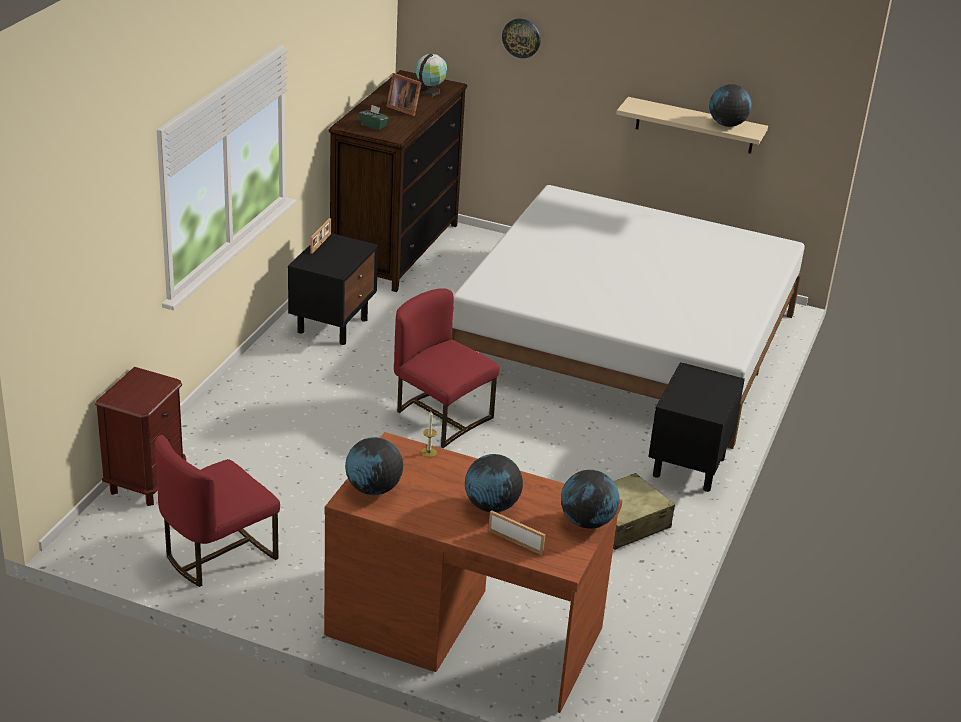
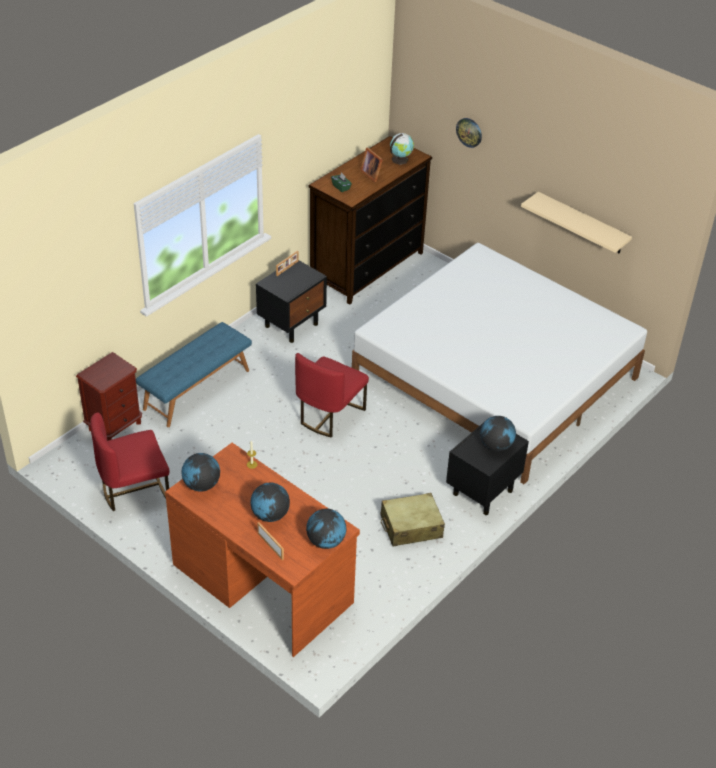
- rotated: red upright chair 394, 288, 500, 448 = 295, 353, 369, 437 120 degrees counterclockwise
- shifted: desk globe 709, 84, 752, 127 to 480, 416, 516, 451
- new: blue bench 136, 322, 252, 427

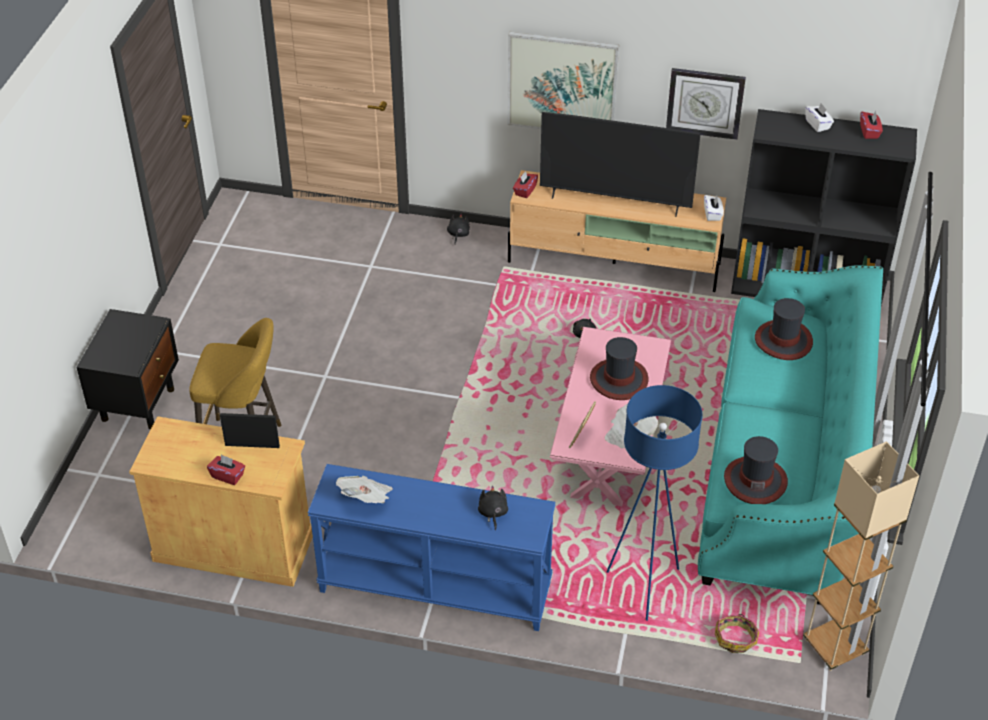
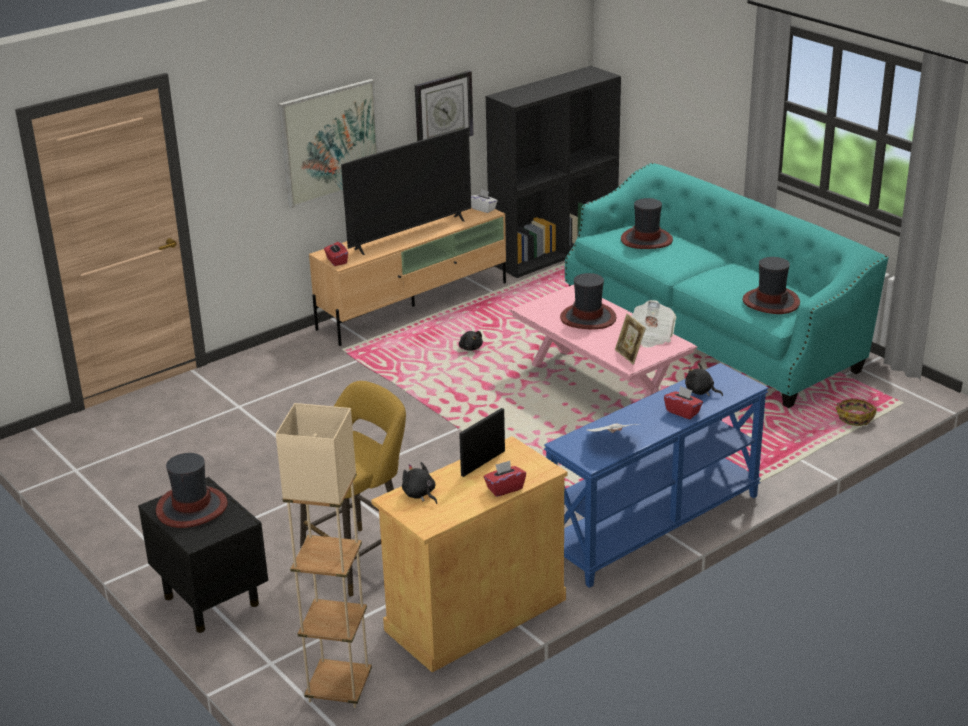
- shifted: black-coloured plush toy 447, 214, 470, 244 to 402, 462, 437, 504
- gone: blue standing lamp 606, 385, 703, 621
- shifted: sand-coloured standing lamp 803, 441, 919, 671 to 276, 403, 372, 708
- gone: white-coloured box of tissues 805, 103, 834, 132
- shifted: red box of tissues 860, 111, 883, 139 to 664, 386, 703, 419
- new: hat 156, 453, 228, 528

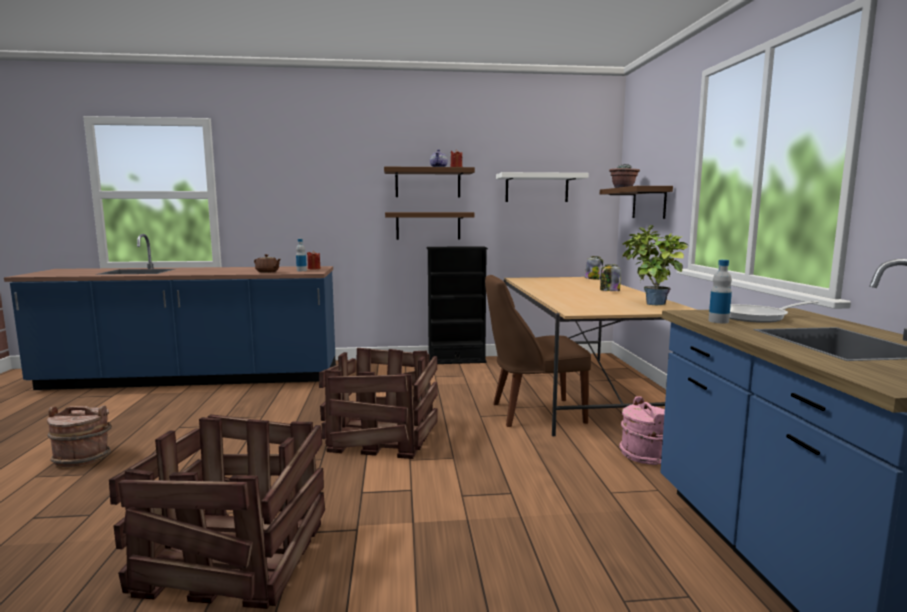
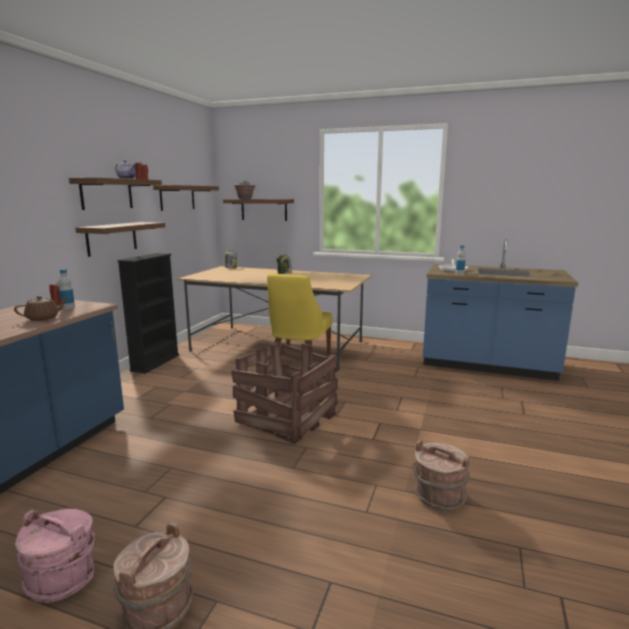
- swapped: shipping crate 109, 414, 325, 609 to brown-coloured bucket 412, 439, 470, 511
- repainted: brown-coloured upright chair 485, 275, 591, 427 to yellow-coloured upright chair 267, 274, 333, 356
- repainted: white-coloured shelf 496, 172, 589, 202 to brown-coloured shelf 153, 185, 219, 211
- shifted: pink bucket 619, 396, 665, 465 to 15, 509, 95, 603
- gone: potted plant 622, 225, 688, 305

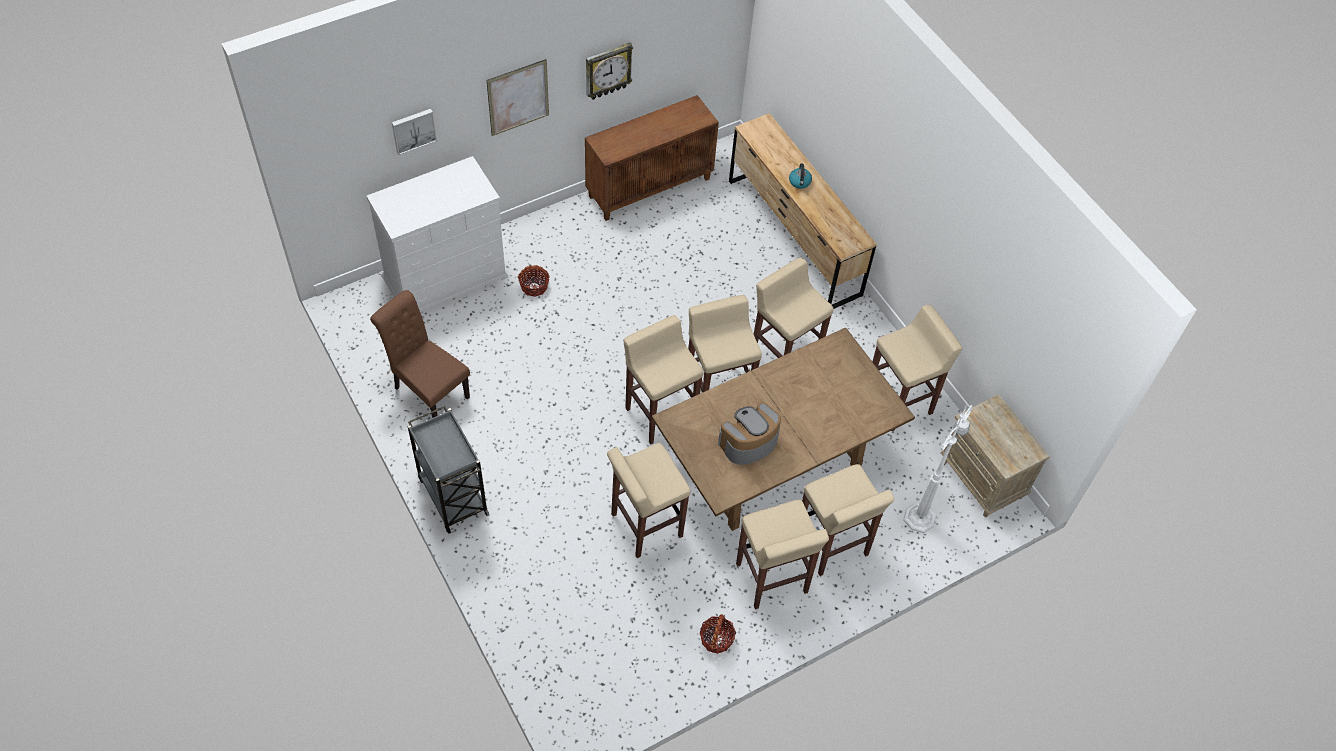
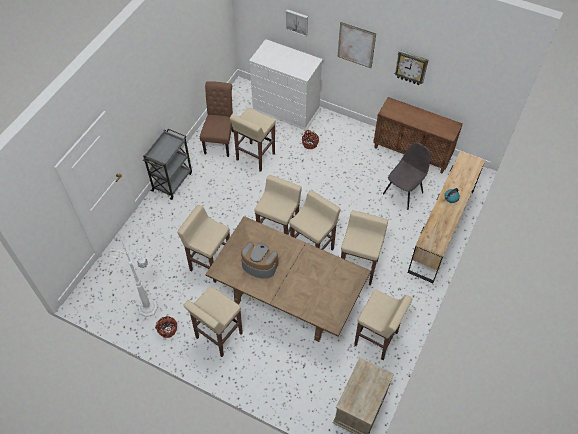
- shifted: sand-coloured stool seat 802, 464, 894, 576 to 230, 108, 276, 172
- shifted: white-coloured standing lamp 903, 404, 973, 533 to 108, 242, 158, 317
- new: greyish upright chair 383, 142, 431, 210

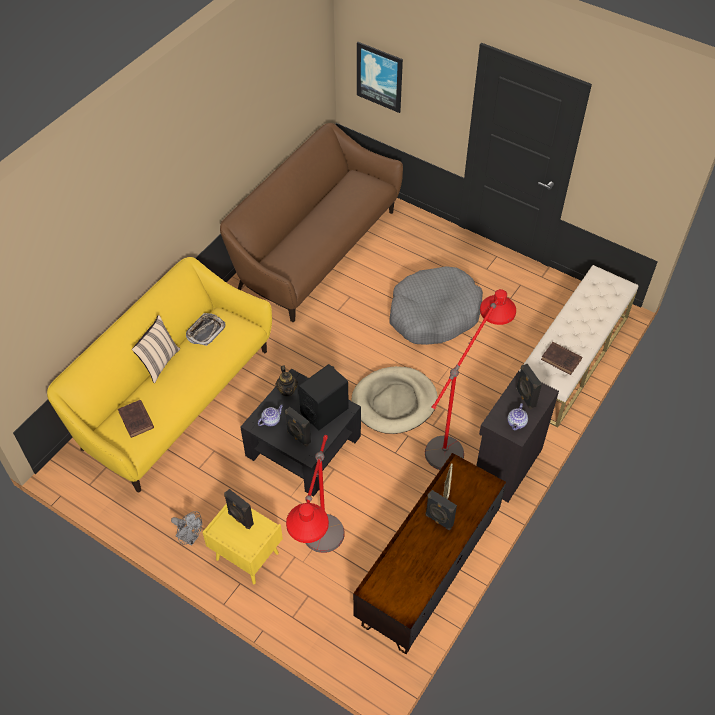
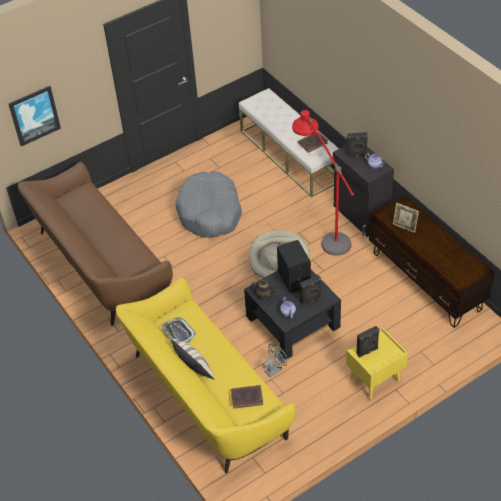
- shifted: greyish fan 171, 511, 202, 546 to 263, 344, 287, 377
- gone: red standing lamp 286, 435, 345, 553
- gone: black-coloured loudspeaker 425, 490, 457, 530

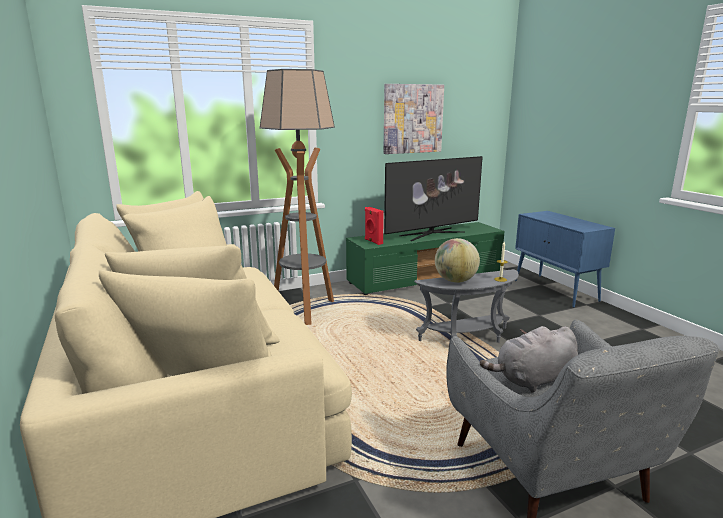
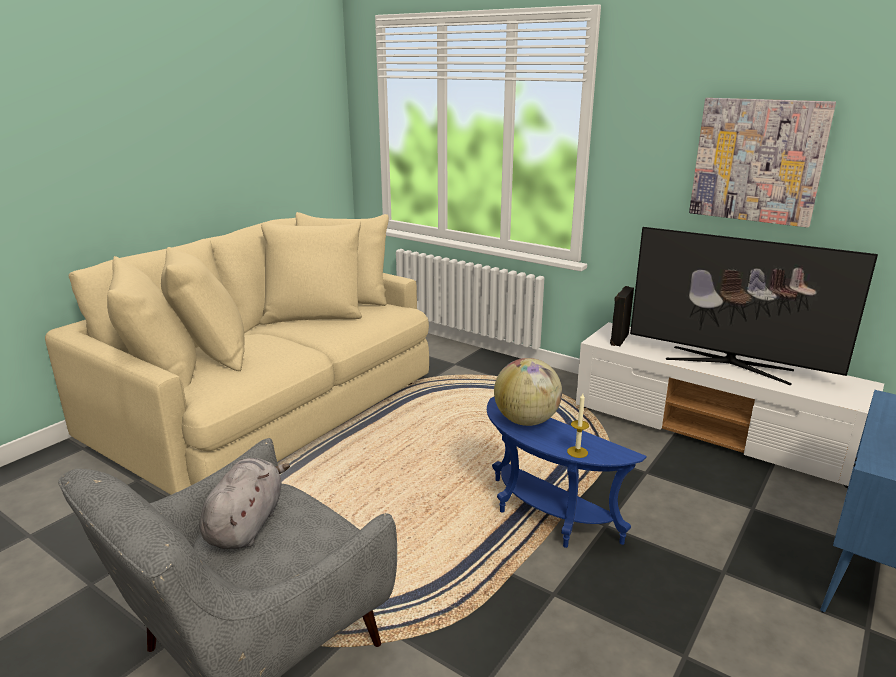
- gone: standing lamp 260, 69, 335, 325
- repainted: green tv stand 346, 222, 505, 295 to white-coloured tv stand 576, 322, 884, 488
- repainted: red loudspeaker 365, 207, 384, 245 to black-coloured loudspeaker 610, 286, 634, 346
- repainted: greyish end table 414, 269, 519, 343 to blue end table 487, 397, 647, 548
- rotated: greyish plush toy 480, 326, 578, 393 = 200, 458, 290, 549 60 degrees clockwise

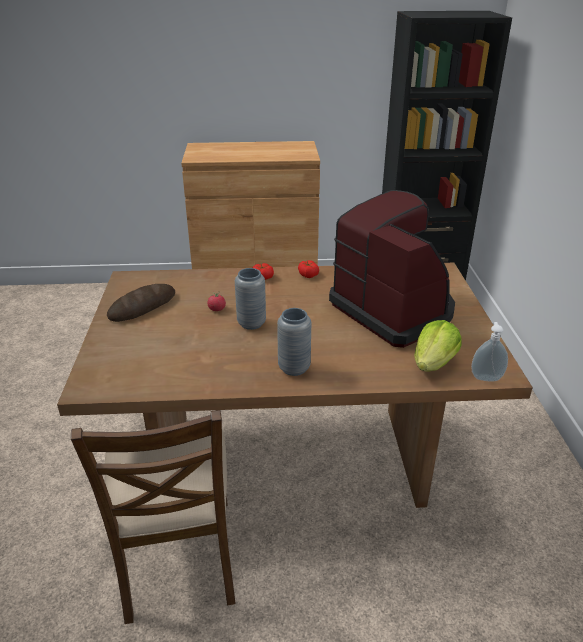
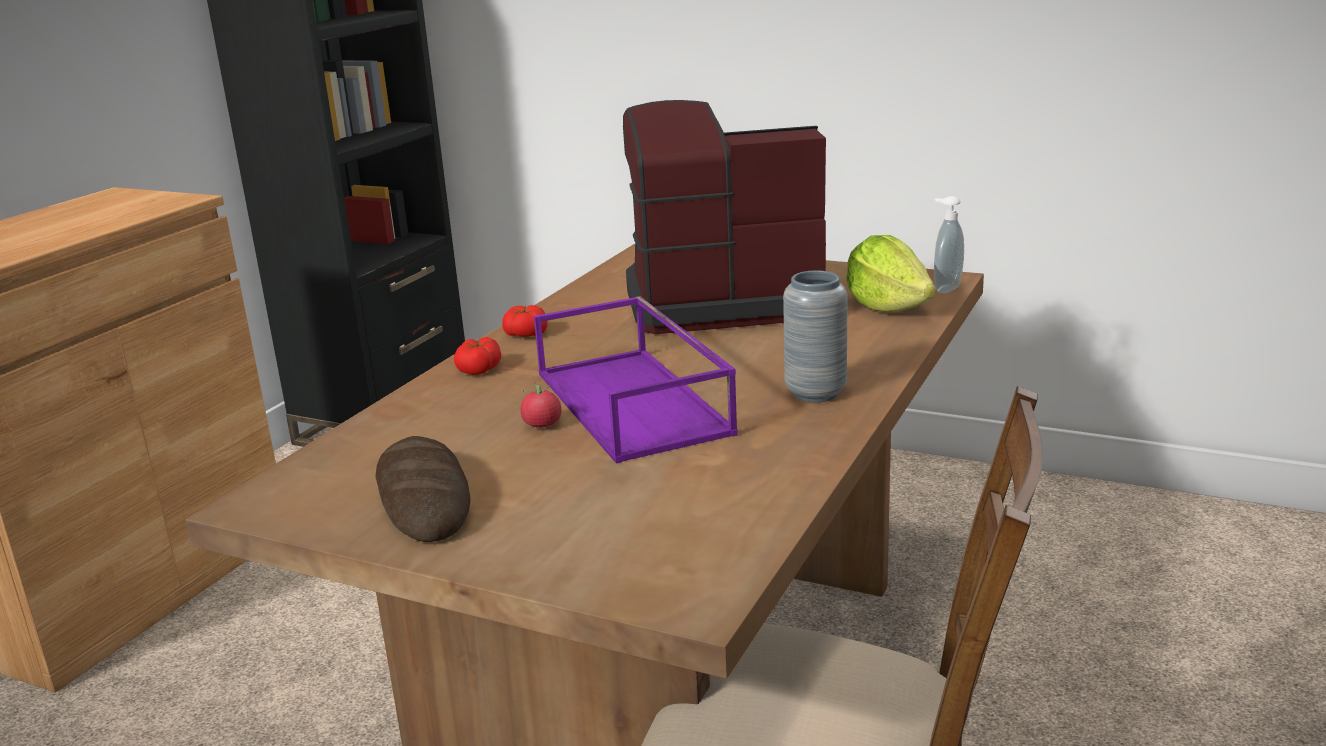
- swapped: greyish vase 235, 268, 266, 330 to purple-coloured serving tray 534, 296, 738, 463

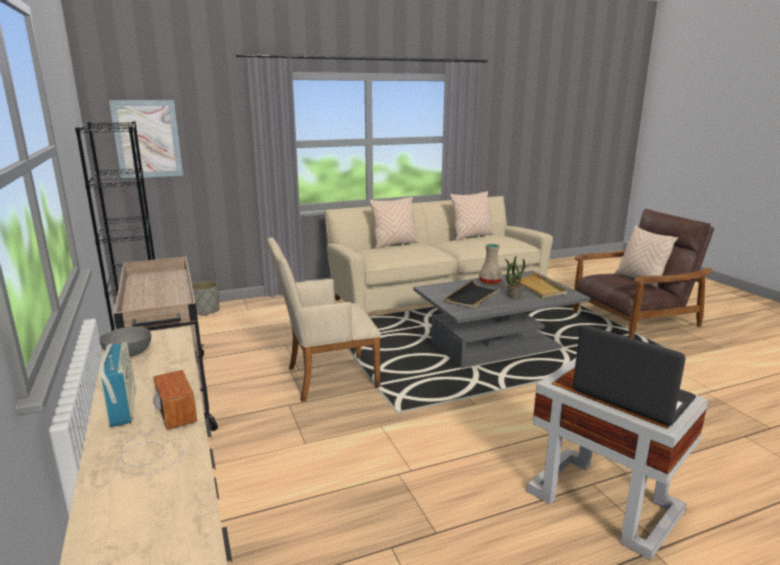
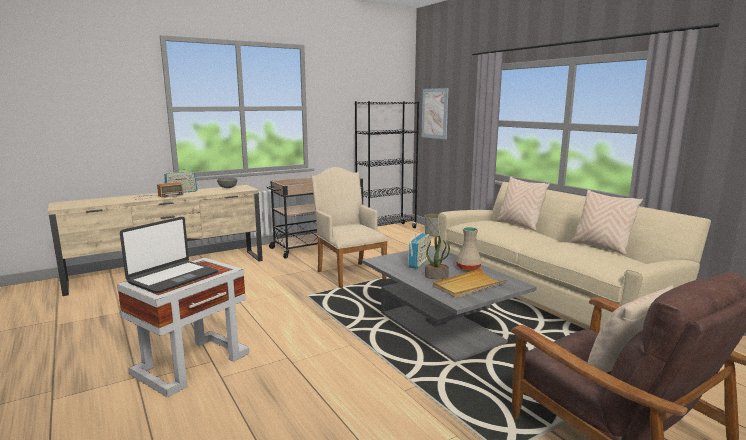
- swapped: black-coloured serving tray 445, 280, 502, 309 to radio receiver 408, 233, 430, 269

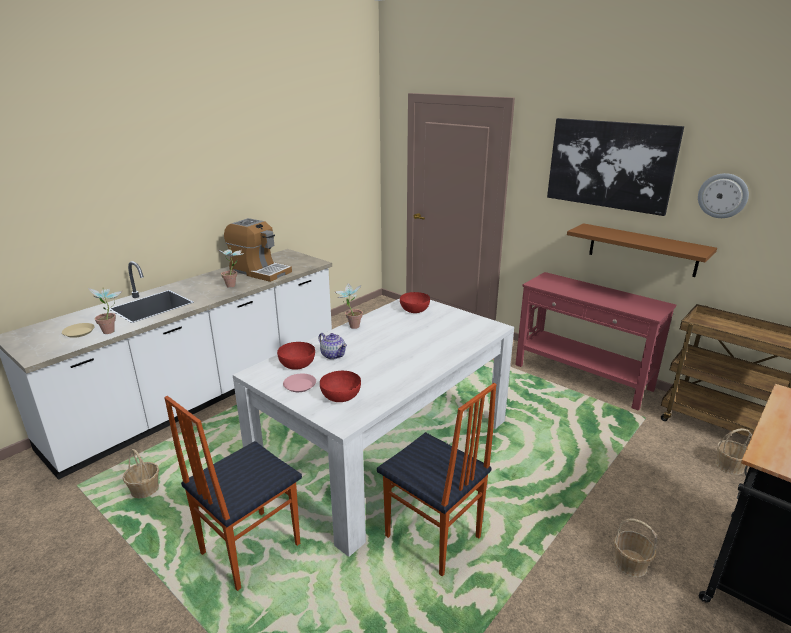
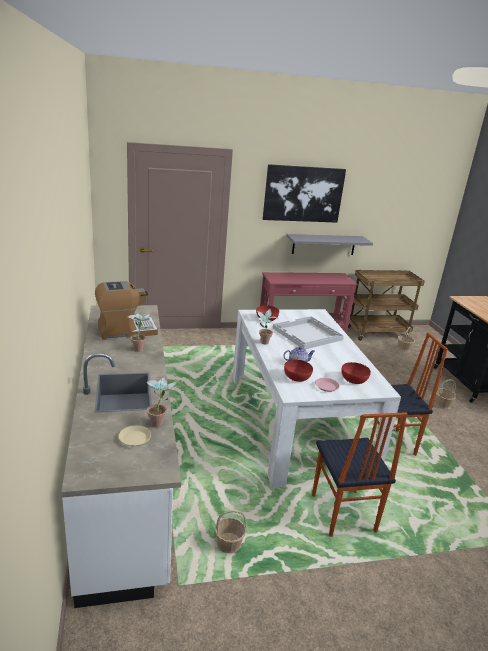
- repainted: brown-coloured shelf 567, 223, 717, 277 to greyish shelf 287, 234, 373, 255
- gone: clock on the wall 698, 173, 749, 218
- new: white-coloured serving tray 273, 316, 344, 349

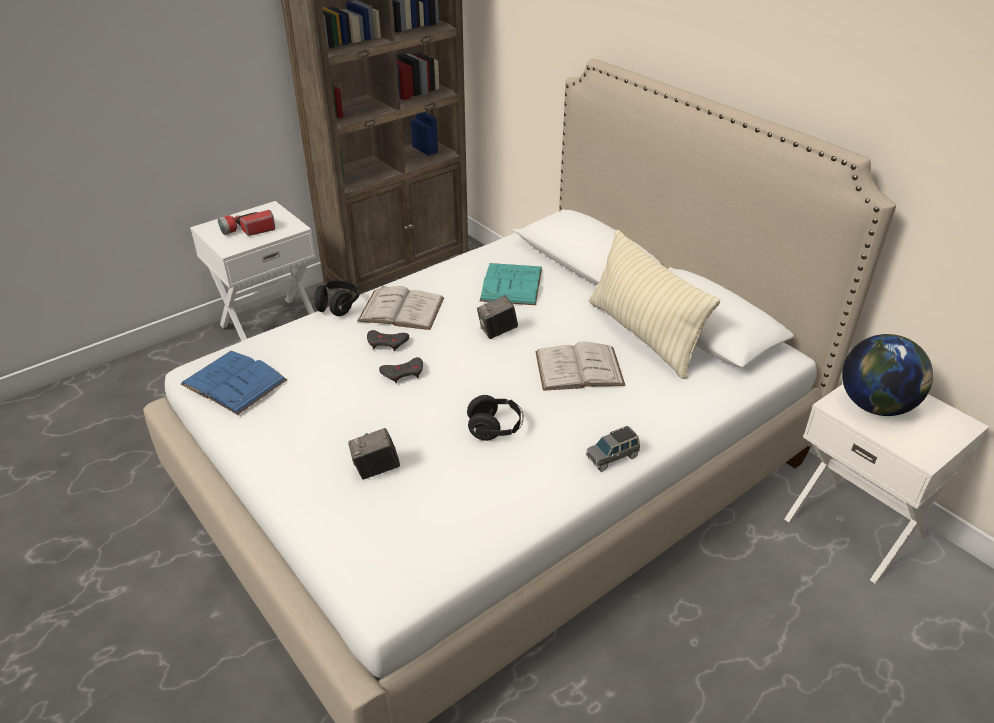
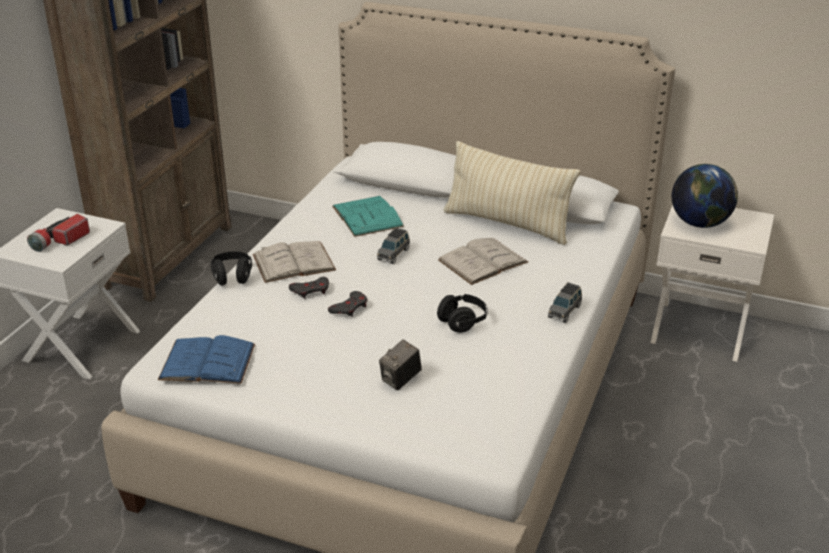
- swapped: still camera 477, 295, 518, 339 to greyish toy car 377, 228, 410, 264

